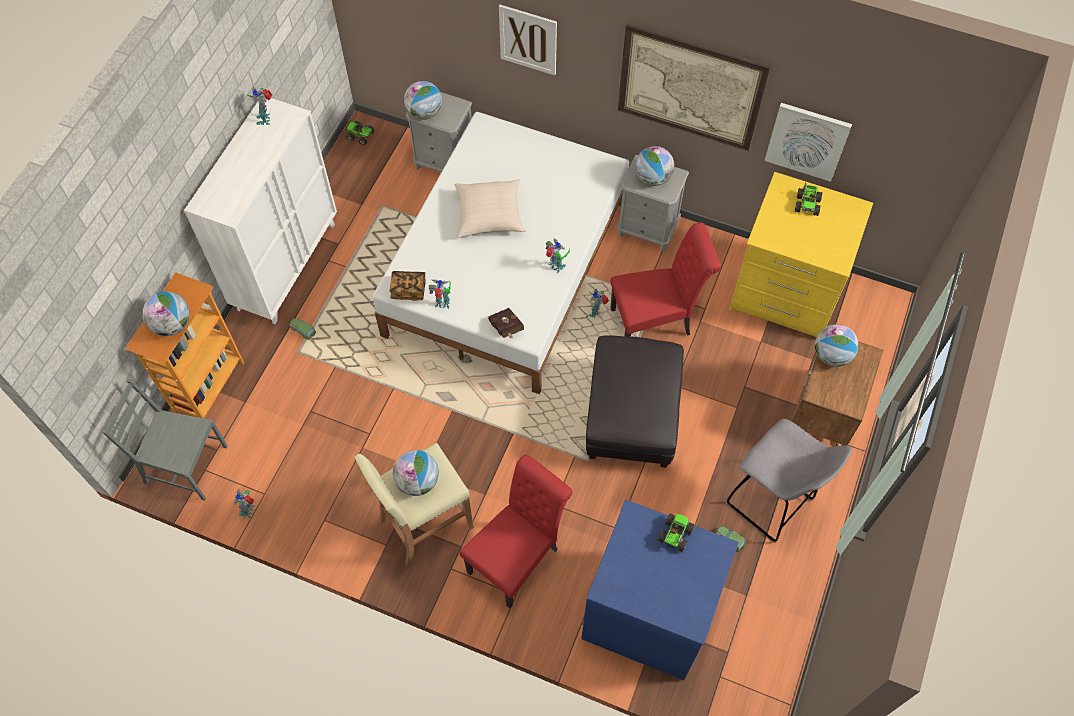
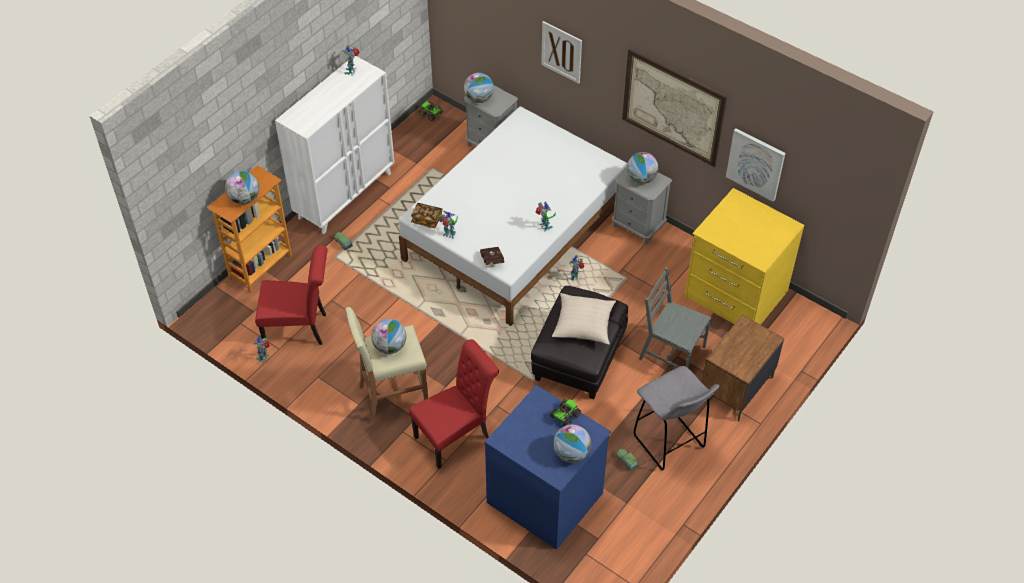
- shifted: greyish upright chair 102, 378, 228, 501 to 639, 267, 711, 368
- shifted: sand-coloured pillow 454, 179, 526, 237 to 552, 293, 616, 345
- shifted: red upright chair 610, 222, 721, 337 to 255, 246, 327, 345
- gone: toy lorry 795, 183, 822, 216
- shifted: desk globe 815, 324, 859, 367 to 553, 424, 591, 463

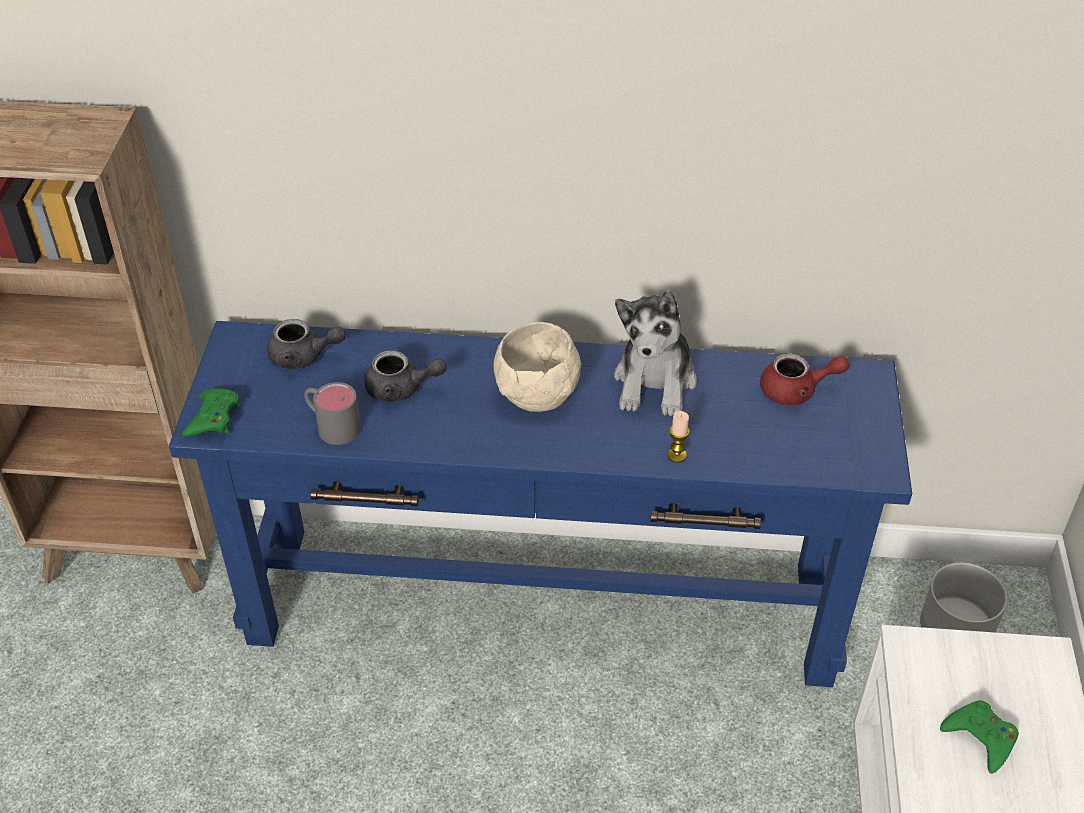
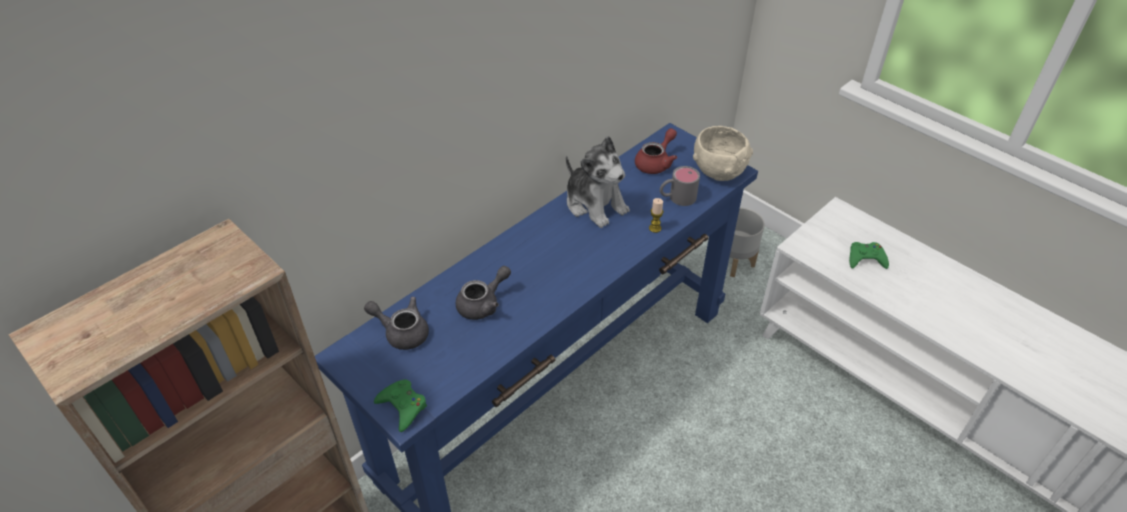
- rotated: greyish tea pot 267, 319, 346, 370 = 364, 297, 429, 350 120 degrees counterclockwise
- shifted: greyish tea mug 304, 382, 361, 445 to 660, 166, 700, 206
- shifted: sand-coloured deep dish 494, 322, 581, 412 to 693, 126, 753, 181

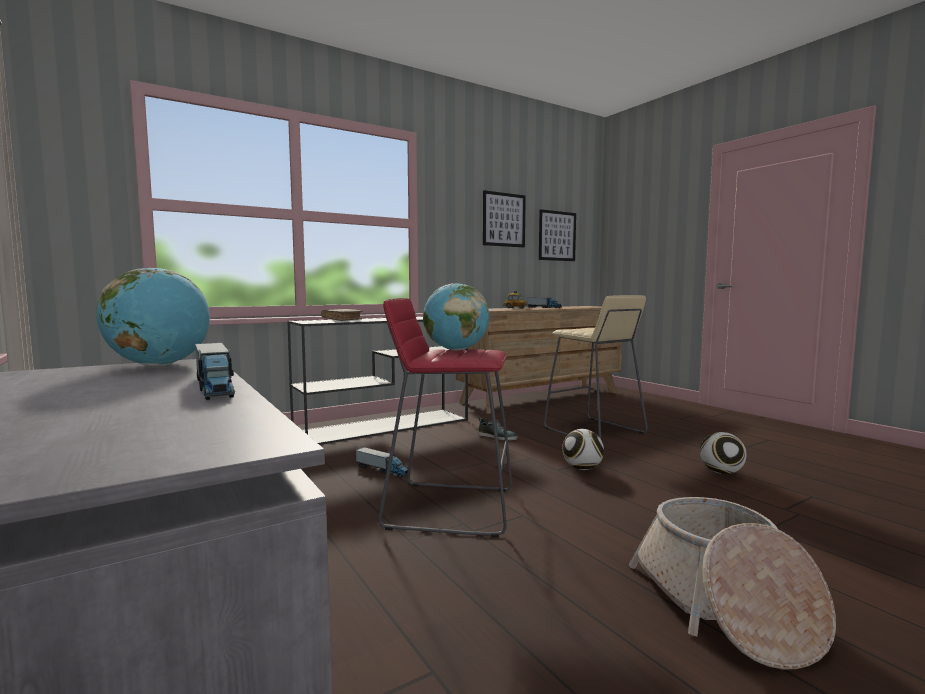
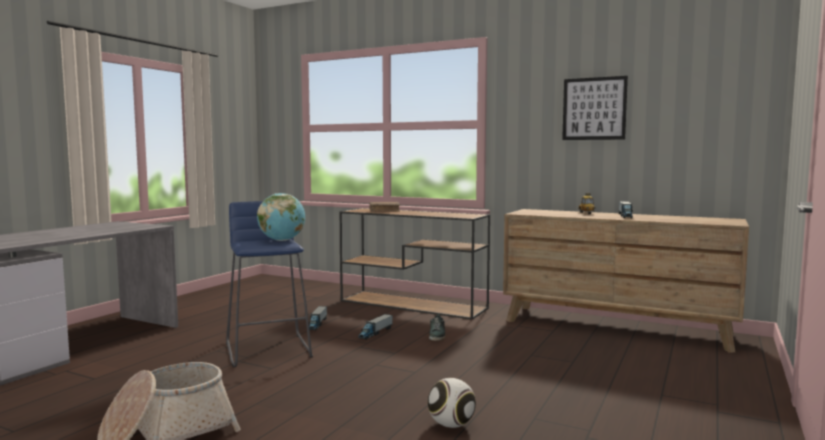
- gone: desk globe 96, 268, 210, 366
- shifted: toy lorry 195, 343, 236, 400 to 358, 314, 393, 340
- repainted: white-coloured hall table 287, 316, 468, 445 to brown-coloured hall table 340, 208, 490, 320
- repainted: red stool seat 379, 298, 512, 537 to blue stool seat 226, 201, 313, 368
- gone: wall art 539, 209, 576, 261
- gone: sand-coloured stool seat 544, 295, 648, 439
- gone: ball for football 562, 429, 604, 470

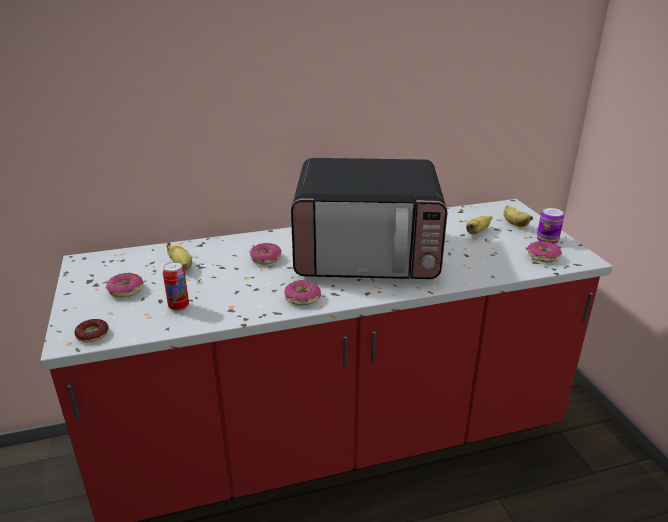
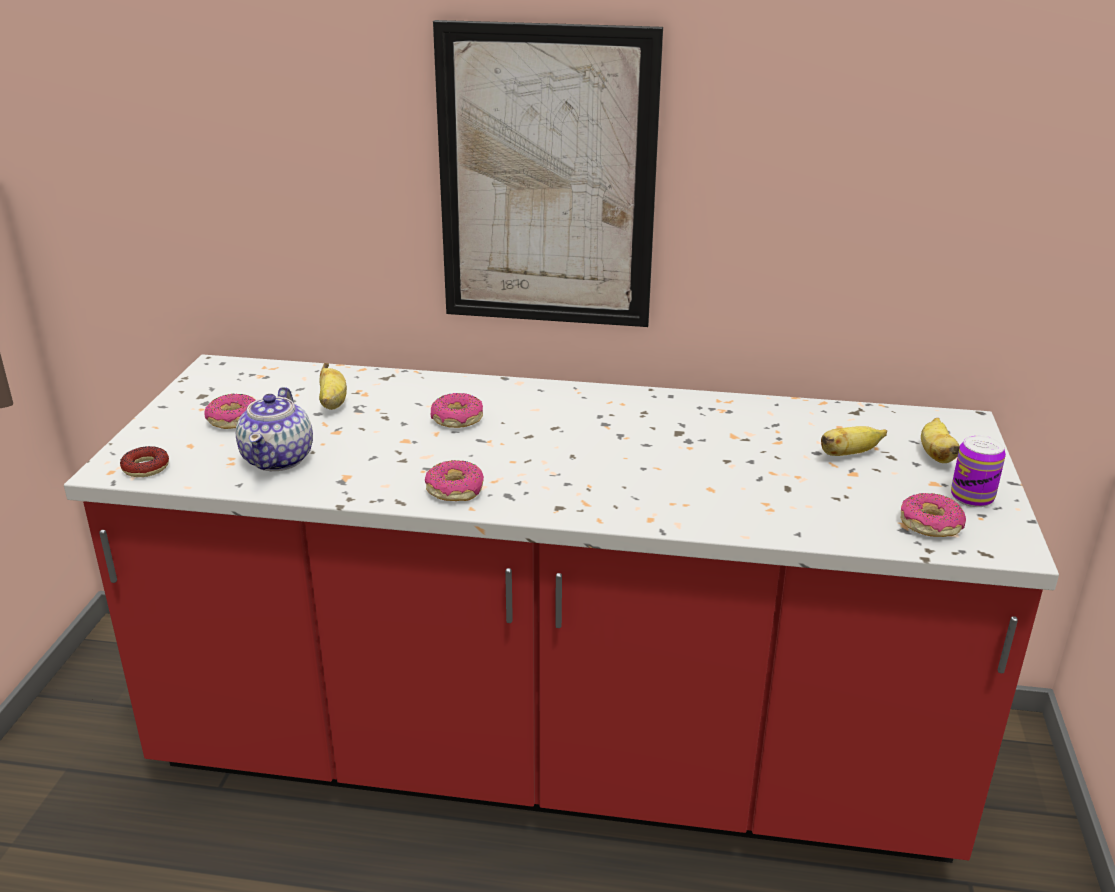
- swapped: can 163, 262, 189, 311 to tea pot 235, 387, 313, 471
- gone: kitchen microwave 291, 158, 447, 279
- new: wall art 433, 20, 663, 327

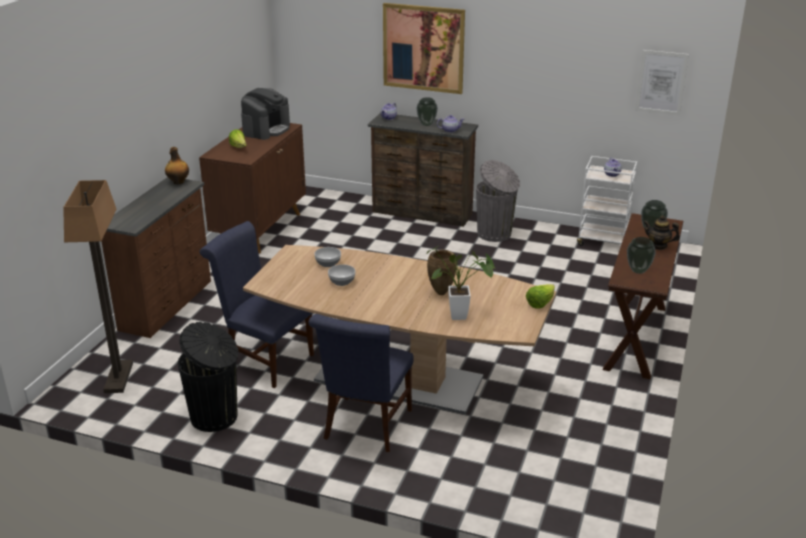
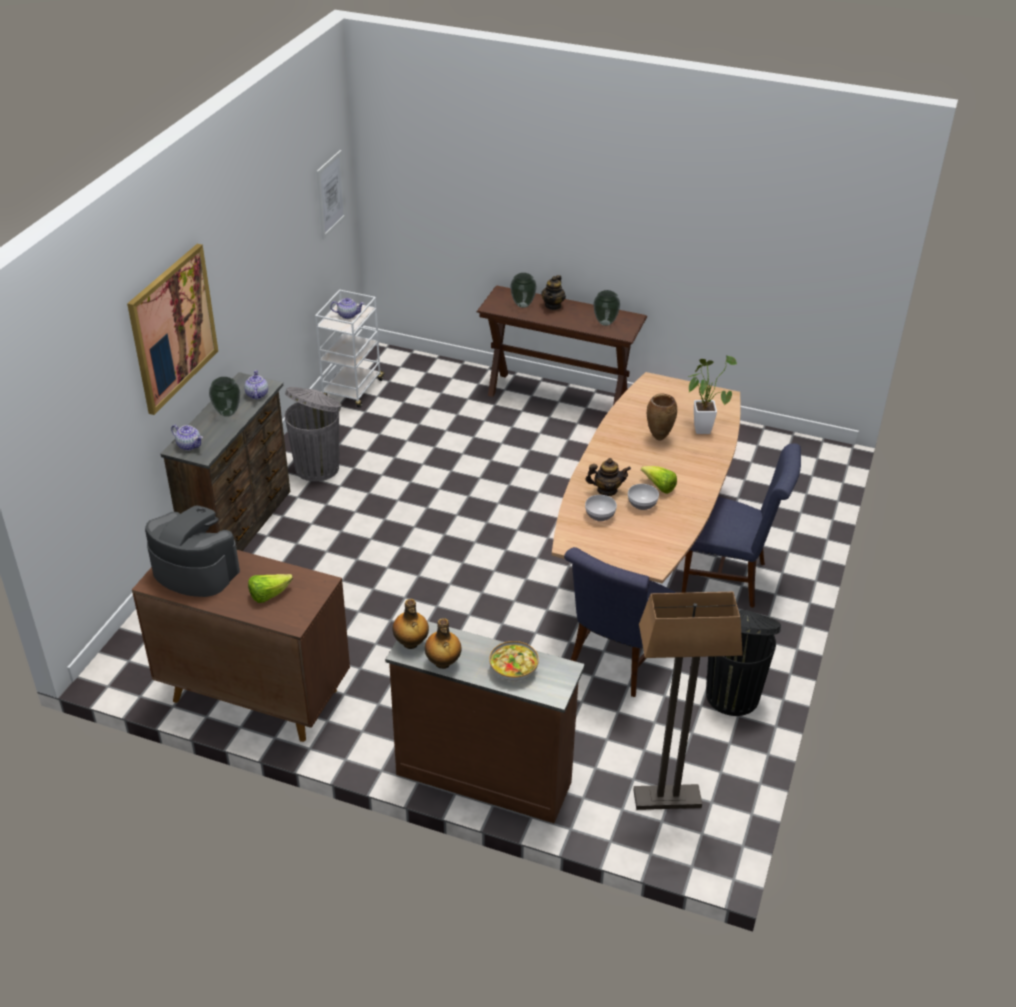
- shifted: lettuce 526, 284, 555, 309 to 641, 466, 677, 494
- new: bottle 425, 618, 462, 669
- new: deep dish 489, 641, 539, 681
- new: tea pot 586, 458, 631, 496

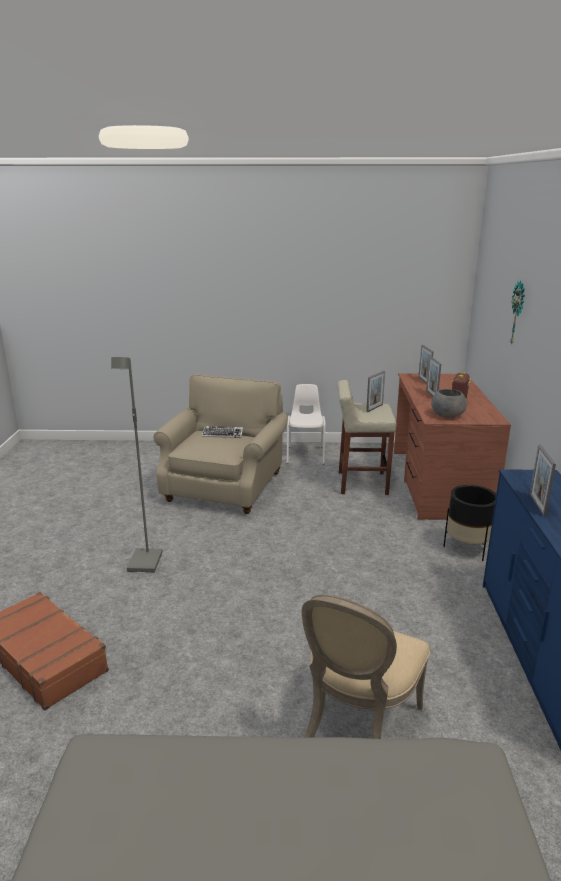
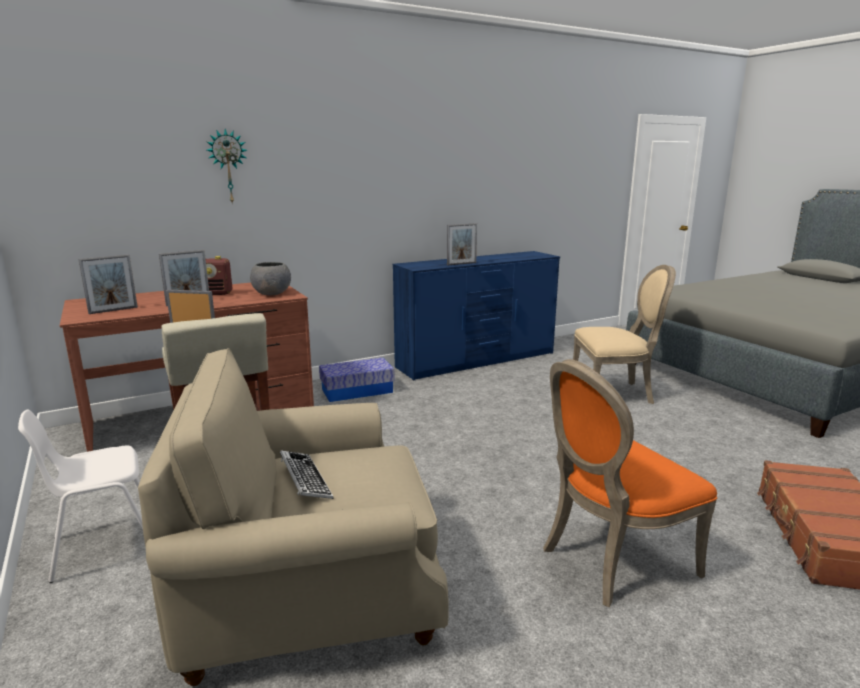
- swapped: greyish standing lamp 111, 357, 163, 573 to orangey upright chair 543, 359, 718, 607
- swapped: black-coloured planter 443, 485, 496, 561 to storage container 319, 357, 395, 402

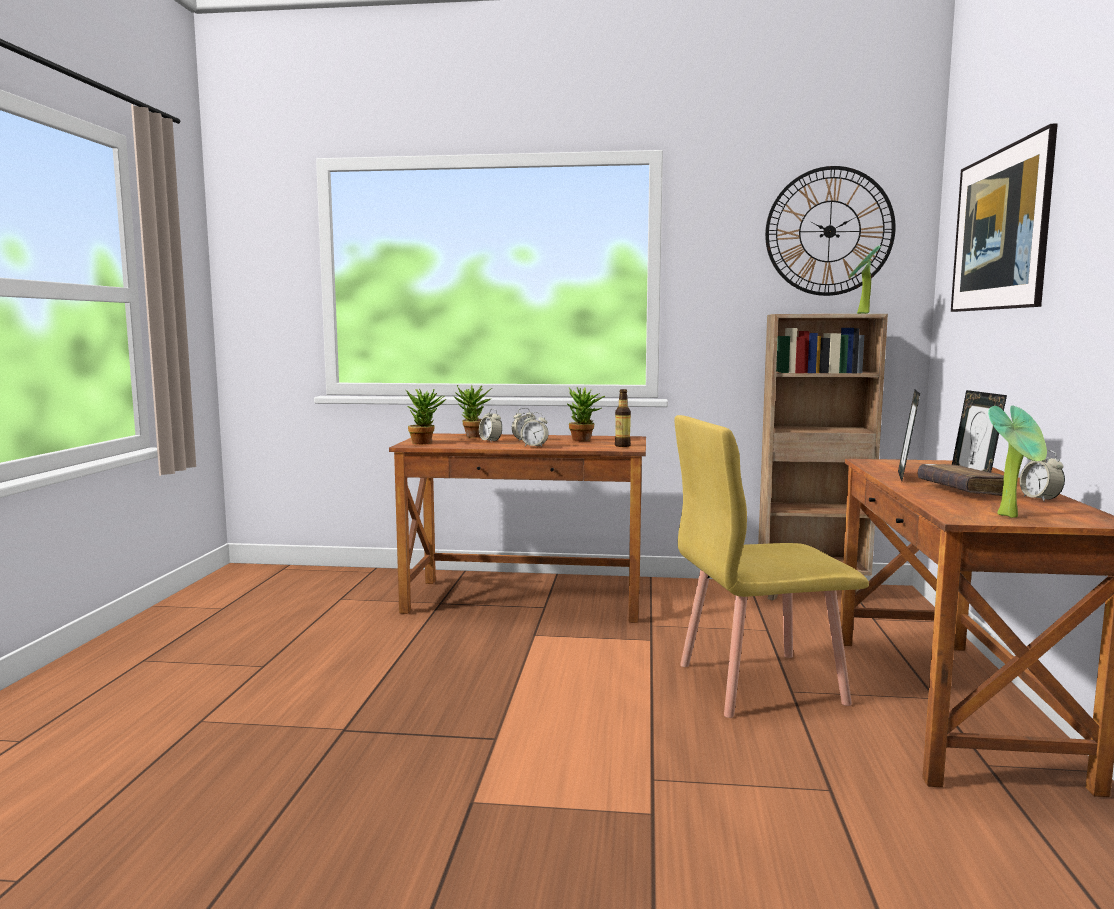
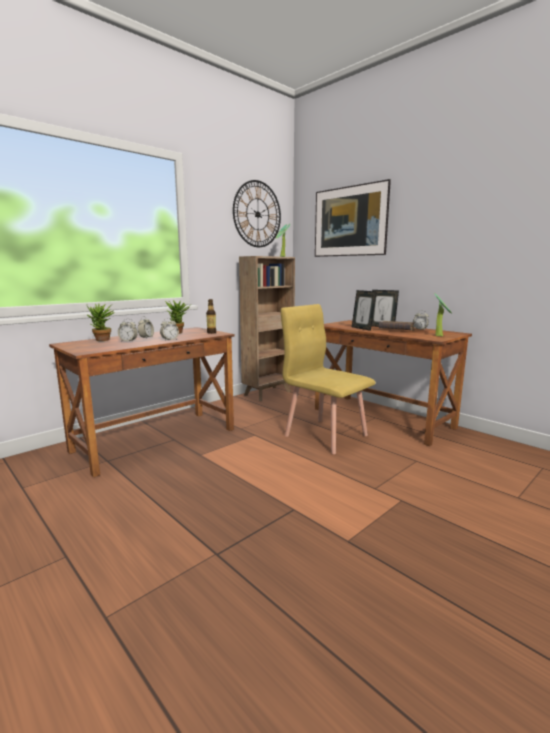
- gone: potted plant 406, 389, 446, 444
- rotated: yellow-coloured upright chair 674, 415, 869, 718 = 281, 304, 376, 454 105 degrees clockwise

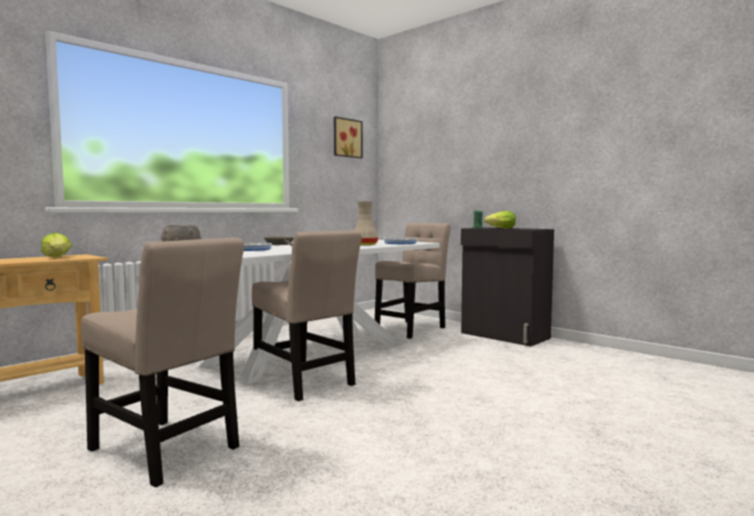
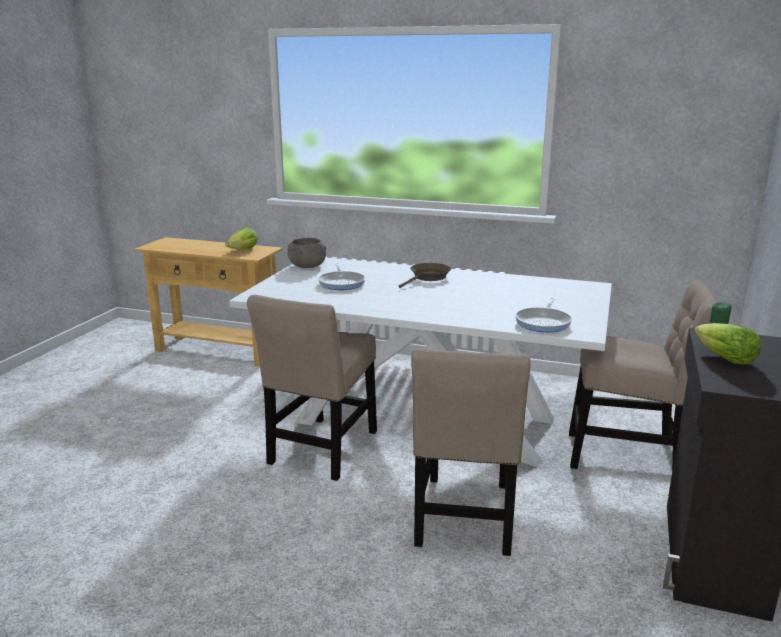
- shifted: sand-coloured upright chair 81, 237, 244, 487 to 411, 348, 531, 556
- gone: wall art 334, 116, 363, 158
- gone: sand-coloured vase 355, 202, 379, 246

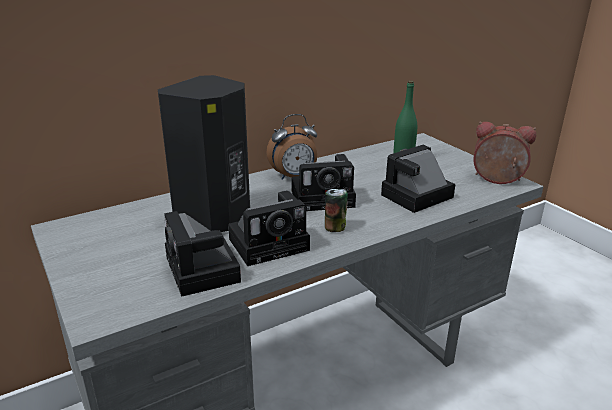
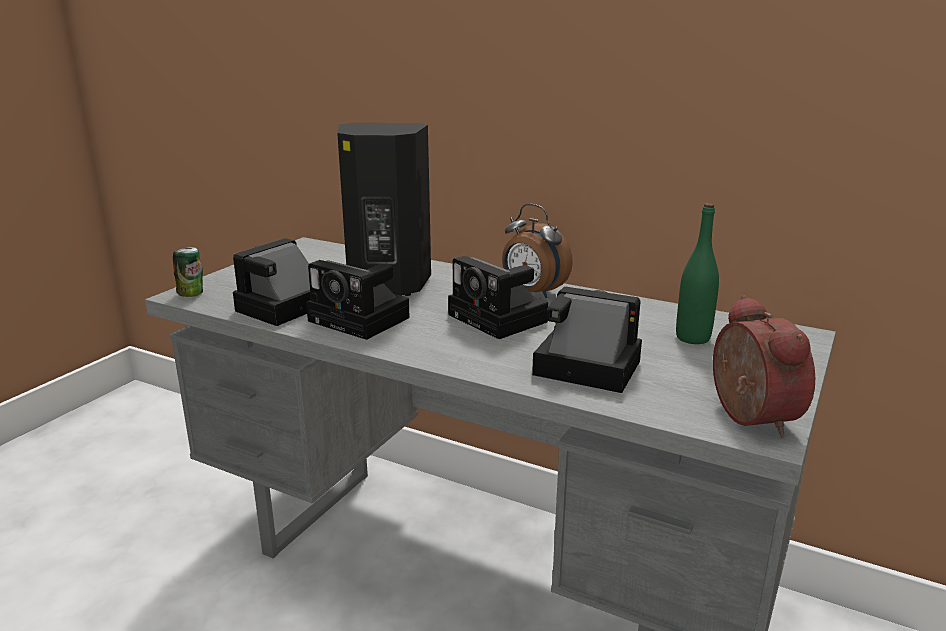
- shifted: can 325, 189, 348, 232 to 173, 247, 203, 297

